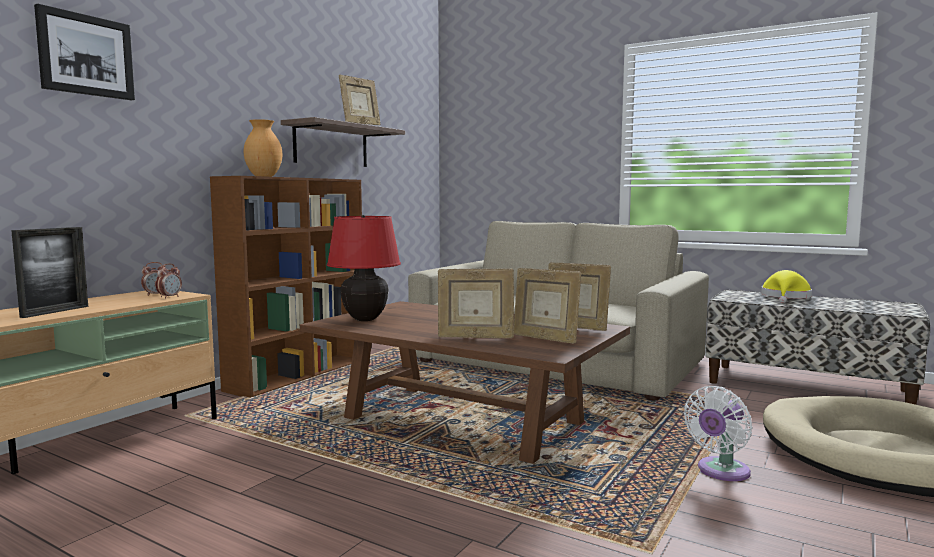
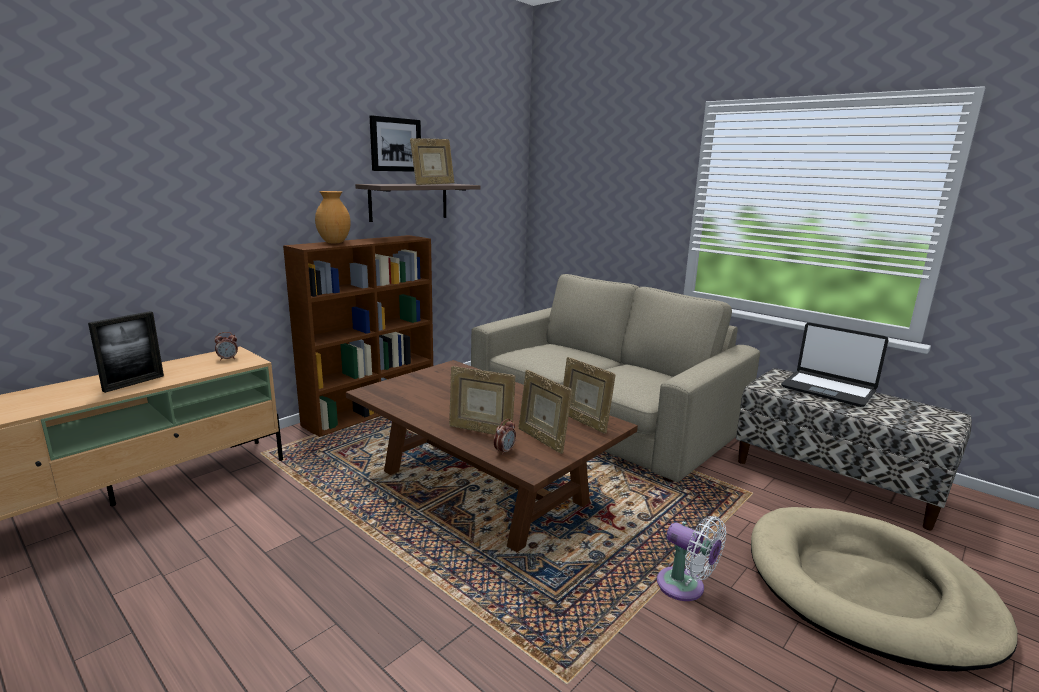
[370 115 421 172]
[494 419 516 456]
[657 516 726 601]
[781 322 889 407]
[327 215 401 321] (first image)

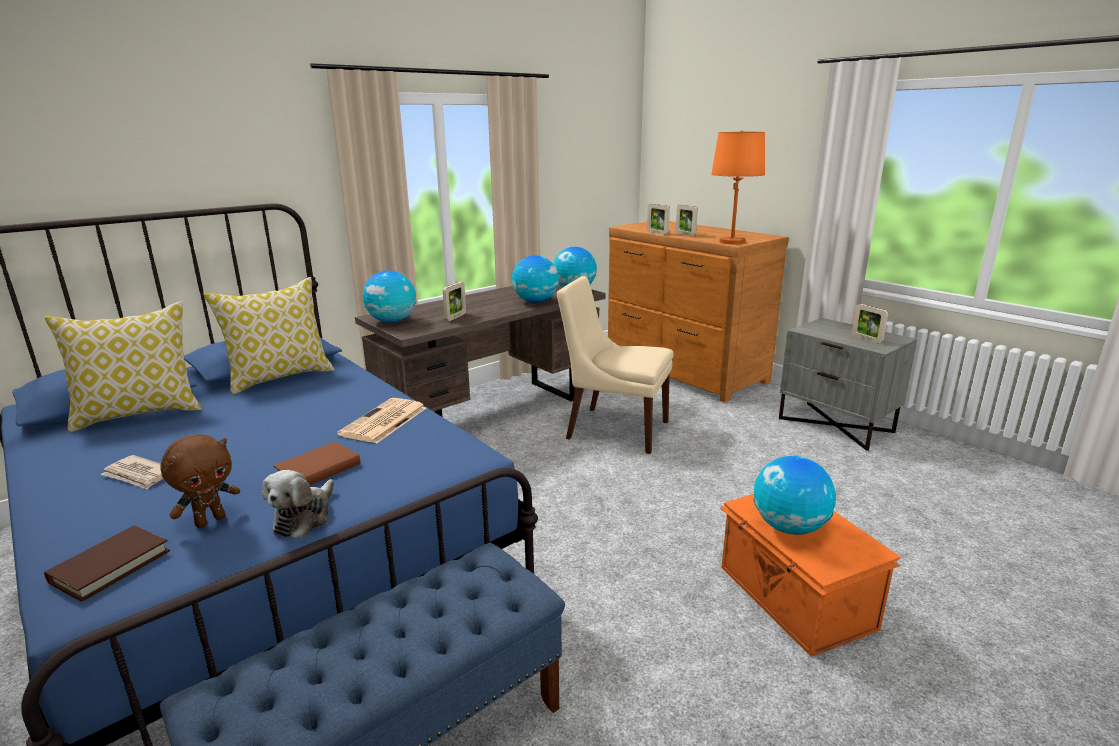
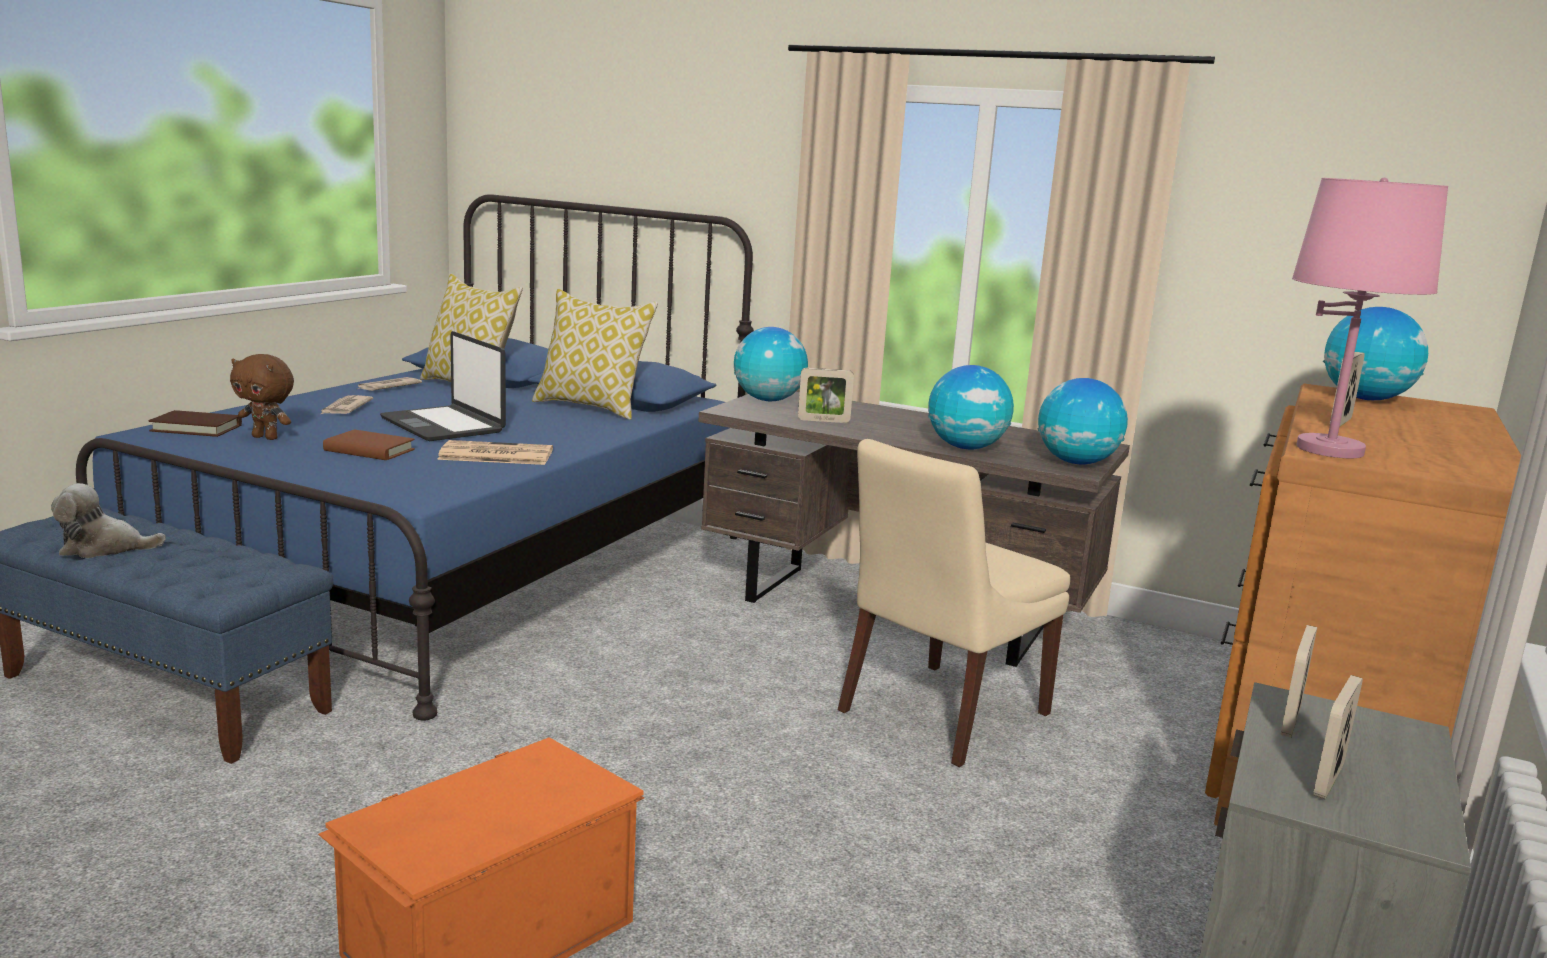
[51 483 166 558]
[357 377 422 391]
[380 331 506 441]
[838 439 1070 767]
[1281 625 1317 738]
[1292 178 1448 458]
[1323 307 1428 400]

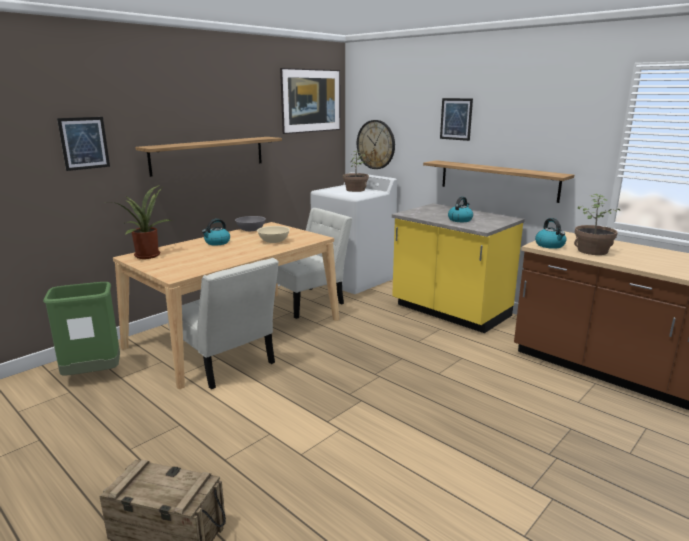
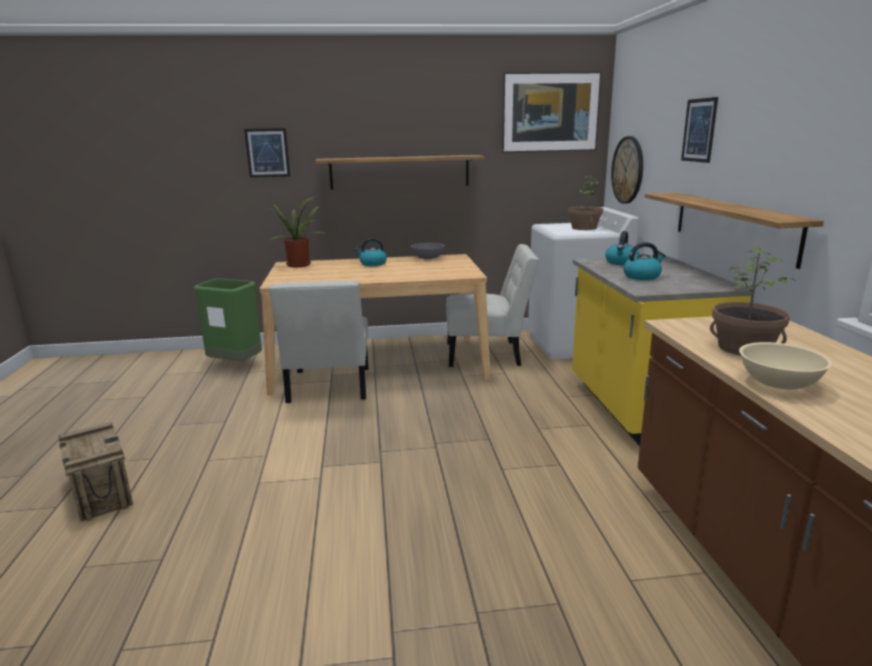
[605 231 640 265]
[739 342 832 390]

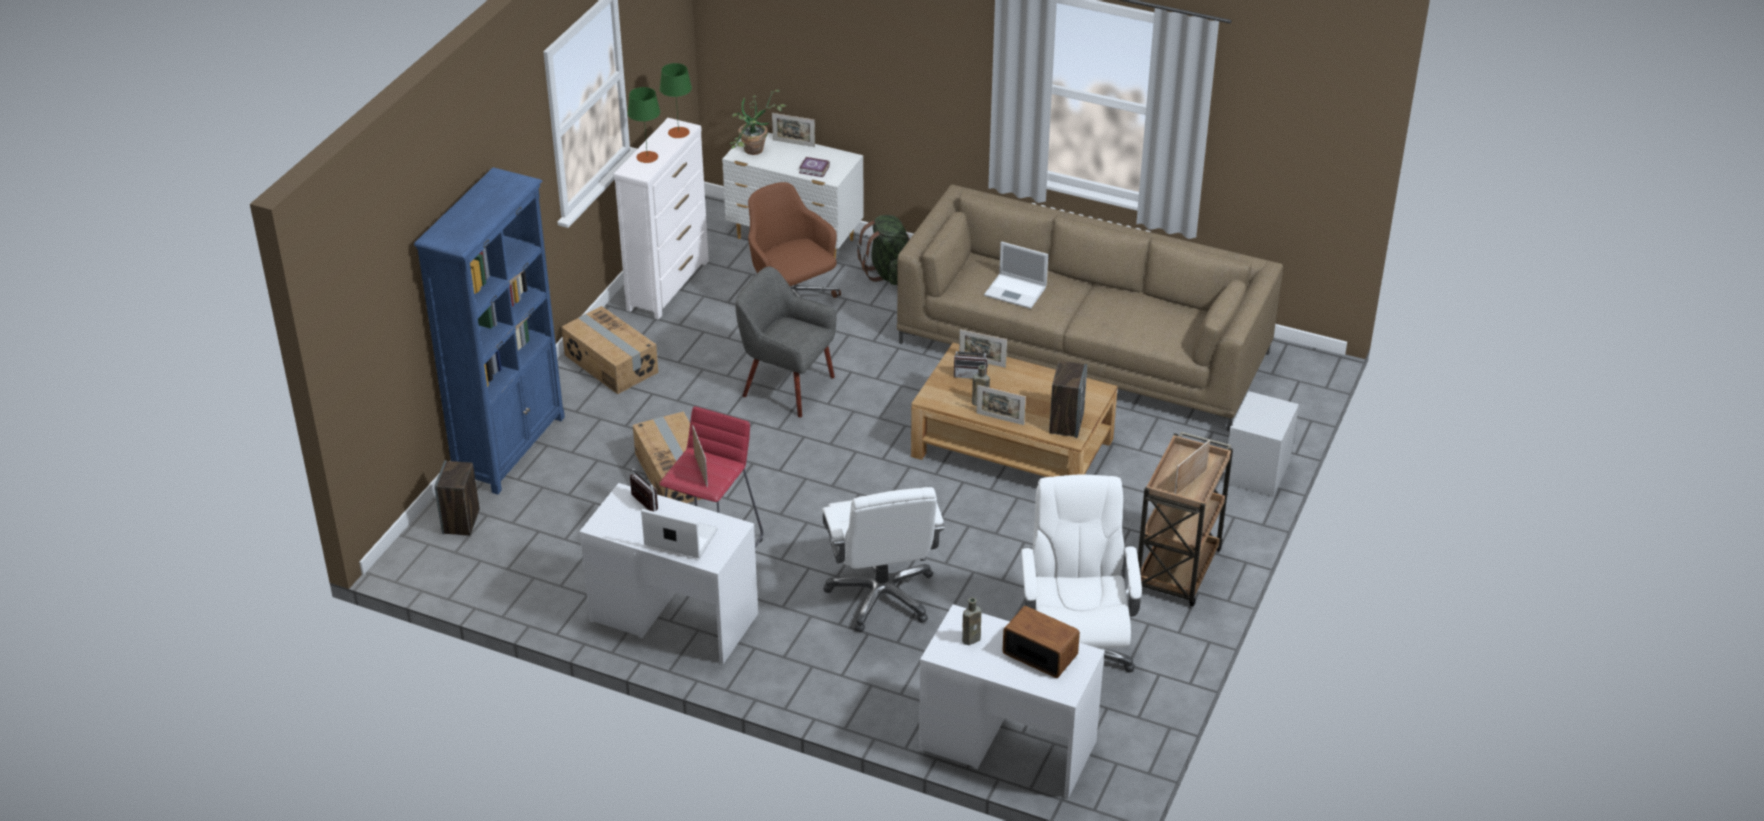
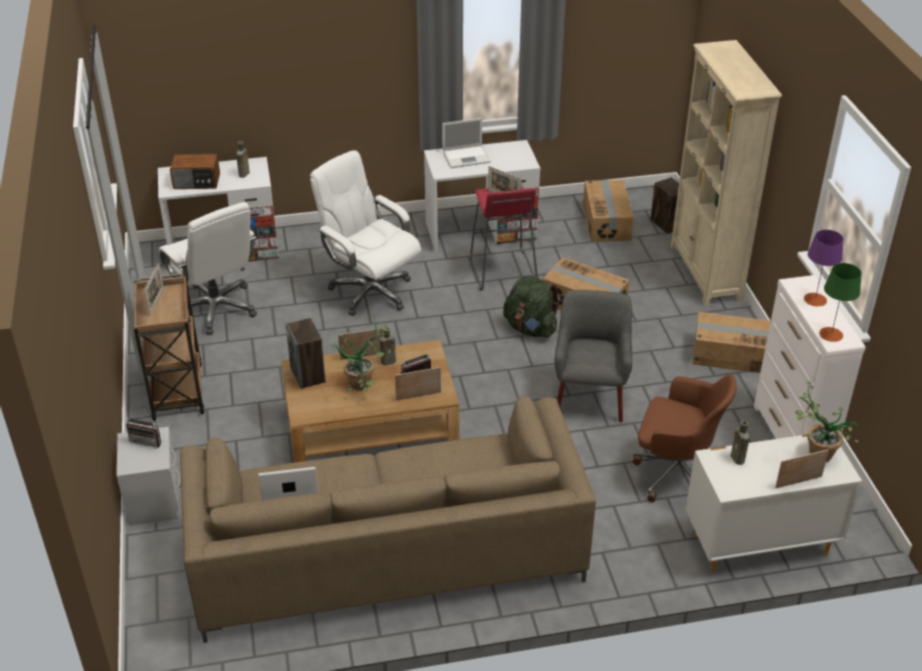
[126 406 161 448]
[258 467 318 501]
[332 314 389 392]
[503 275 559 338]
[554 290 633 422]
[583 180 634 242]
[671 40 782 306]
[731 421 750 465]
[804 230 844 307]

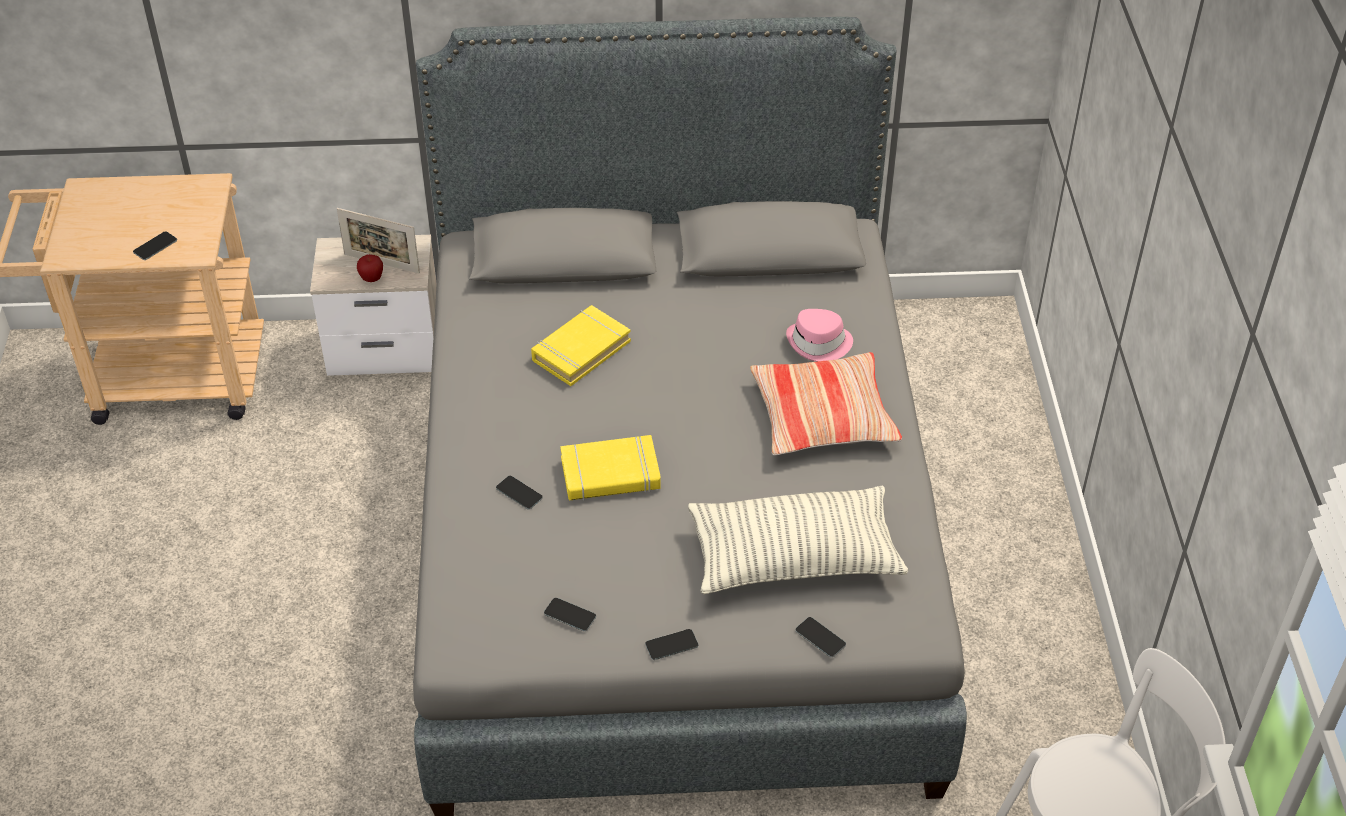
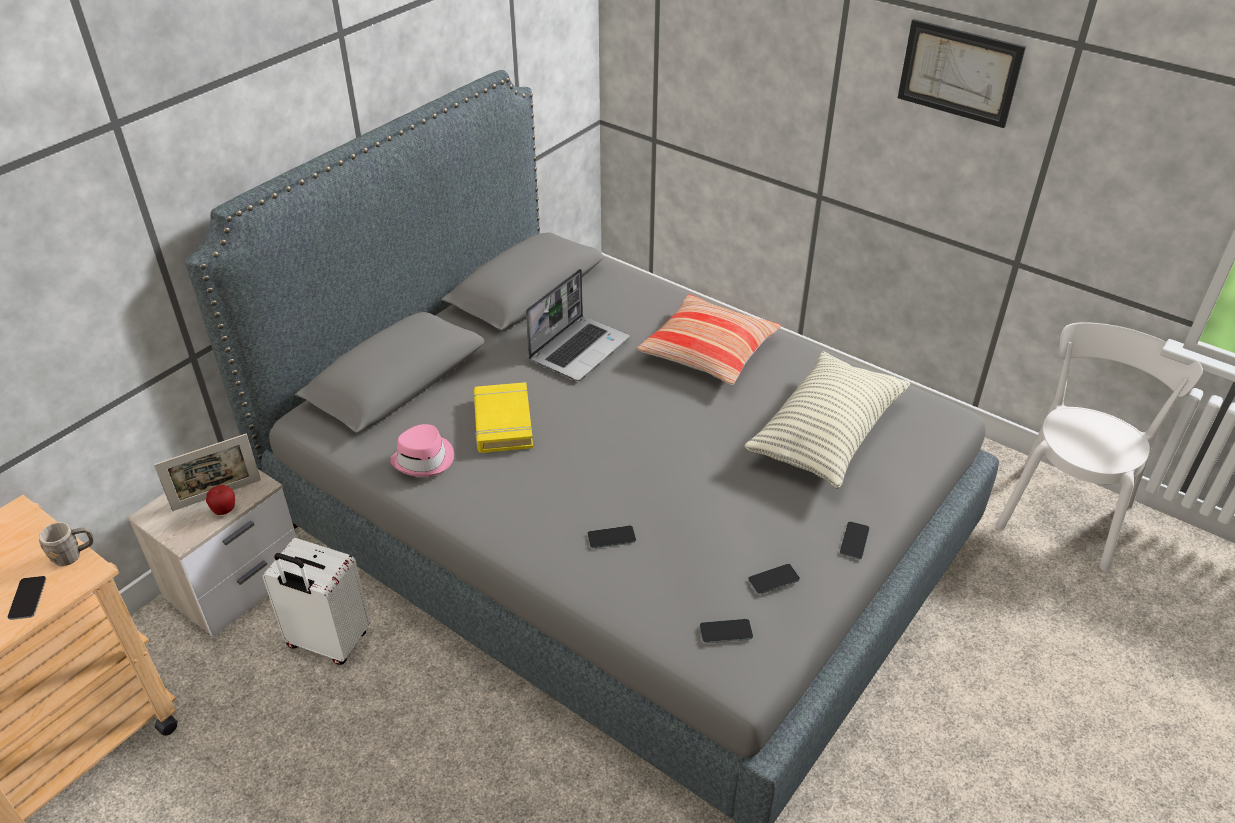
[39 522 94 566]
[262 538 371 665]
[390 424 454 477]
[526 269 630 381]
[700 619 753 643]
[898 19 1026 128]
[560 435 661 501] (first image)

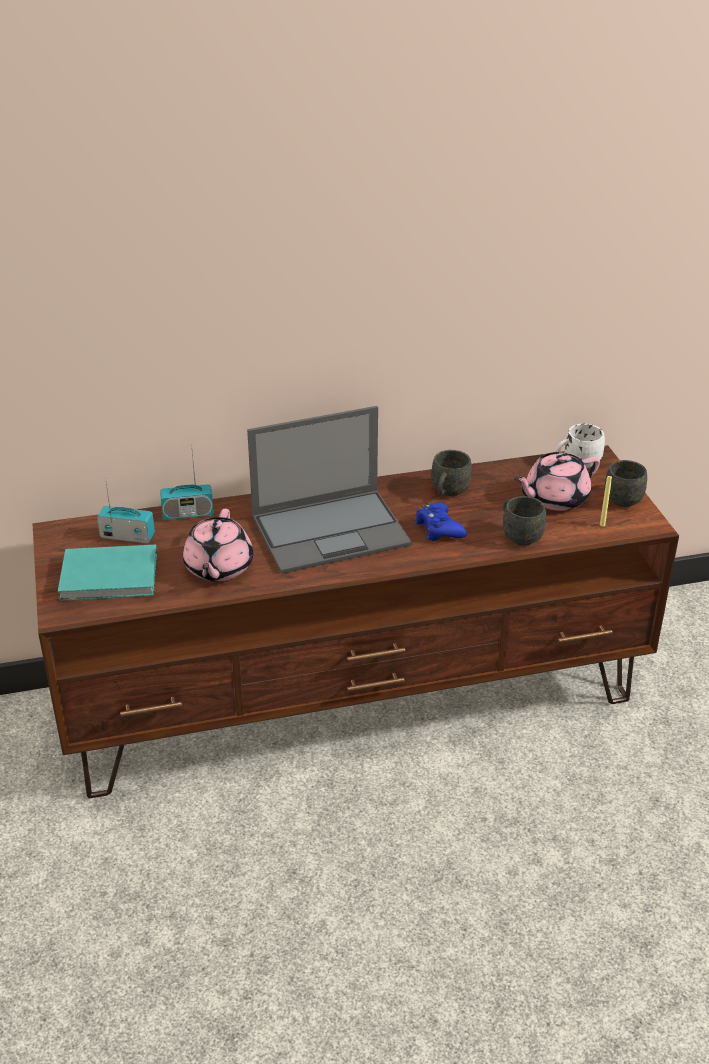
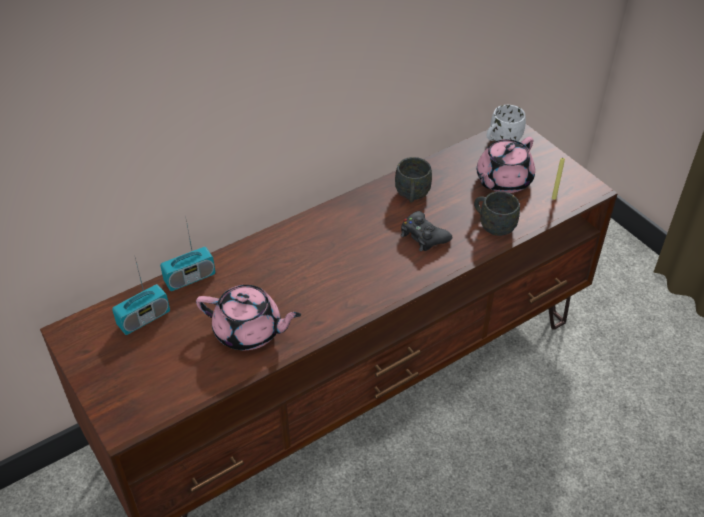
[112 255 170 335]
[196 285 301 350]
[401 211 452 251]
[58 545 157 601] (first image)
[247 406 412 574] (first image)
[605 460 647 507] (first image)

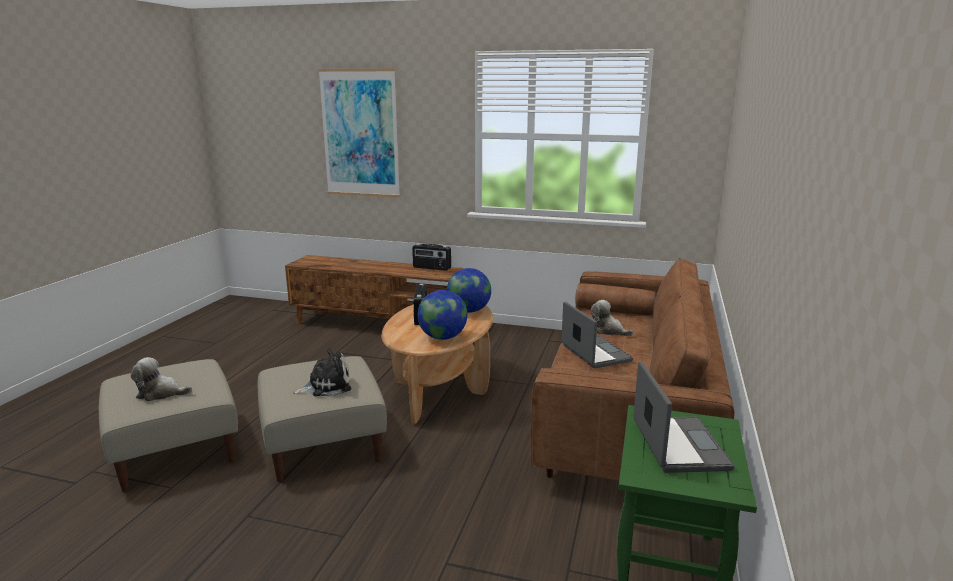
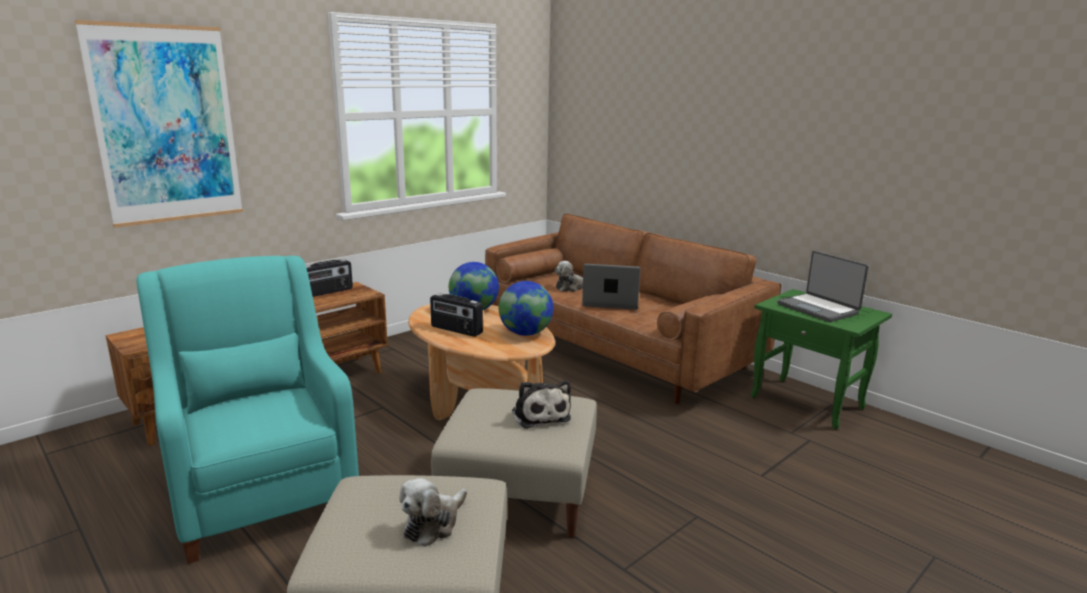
[137 256 359 564]
[512 380 571 429]
[777 251 869 322]

